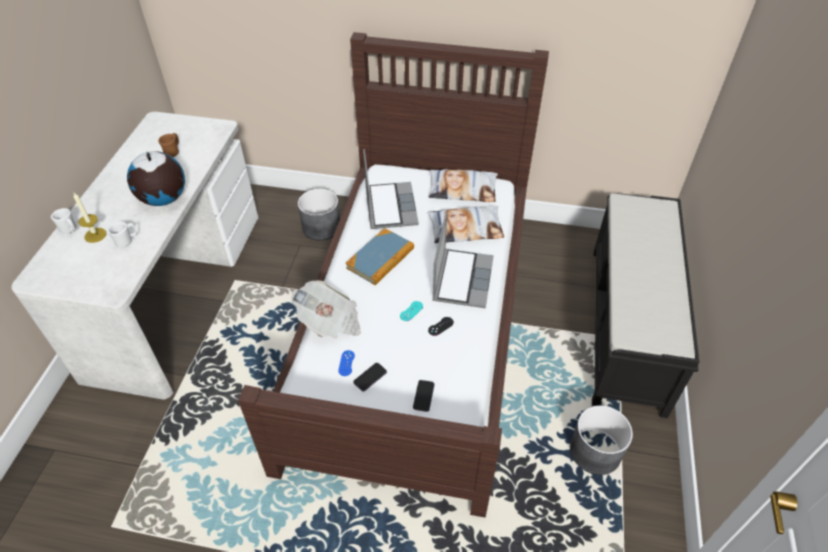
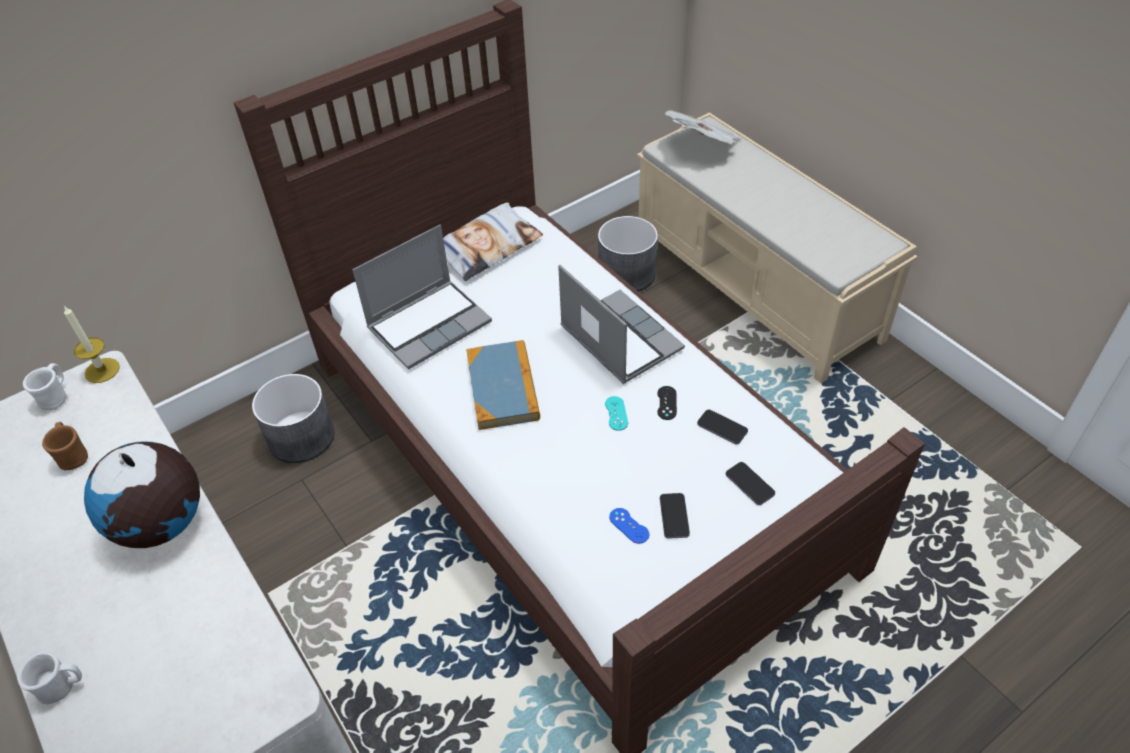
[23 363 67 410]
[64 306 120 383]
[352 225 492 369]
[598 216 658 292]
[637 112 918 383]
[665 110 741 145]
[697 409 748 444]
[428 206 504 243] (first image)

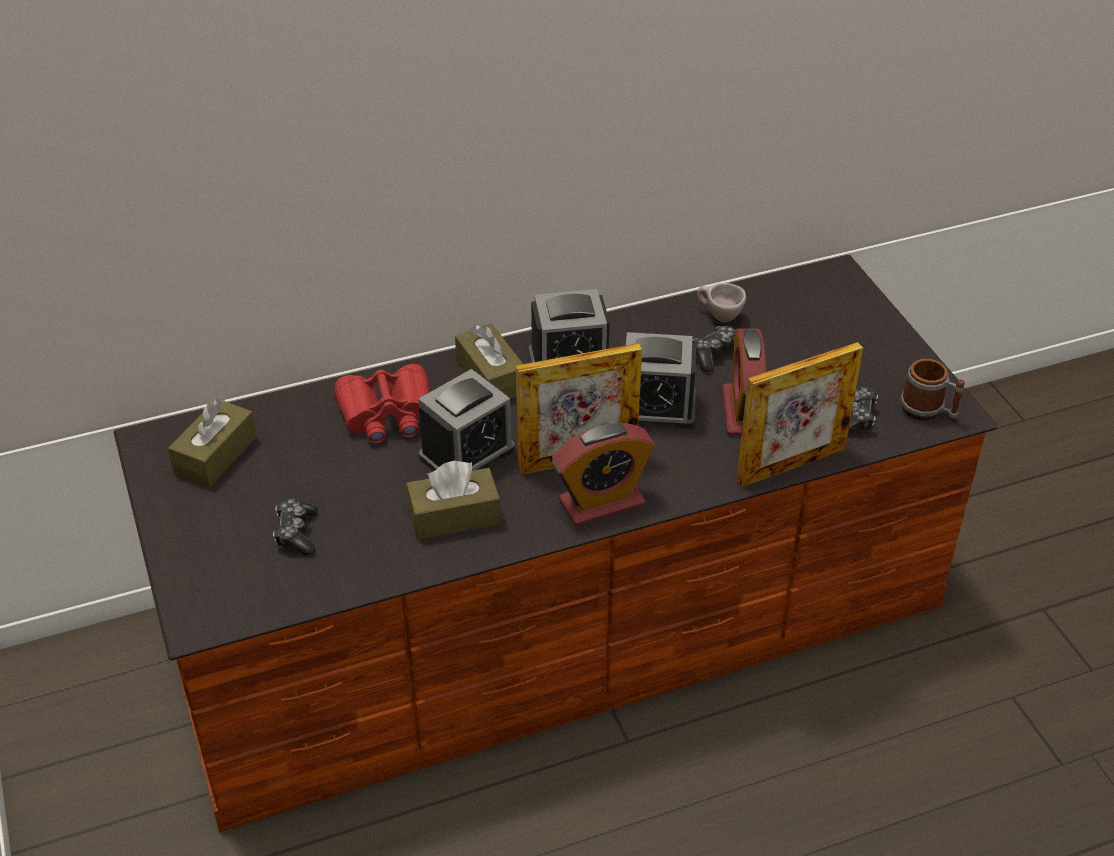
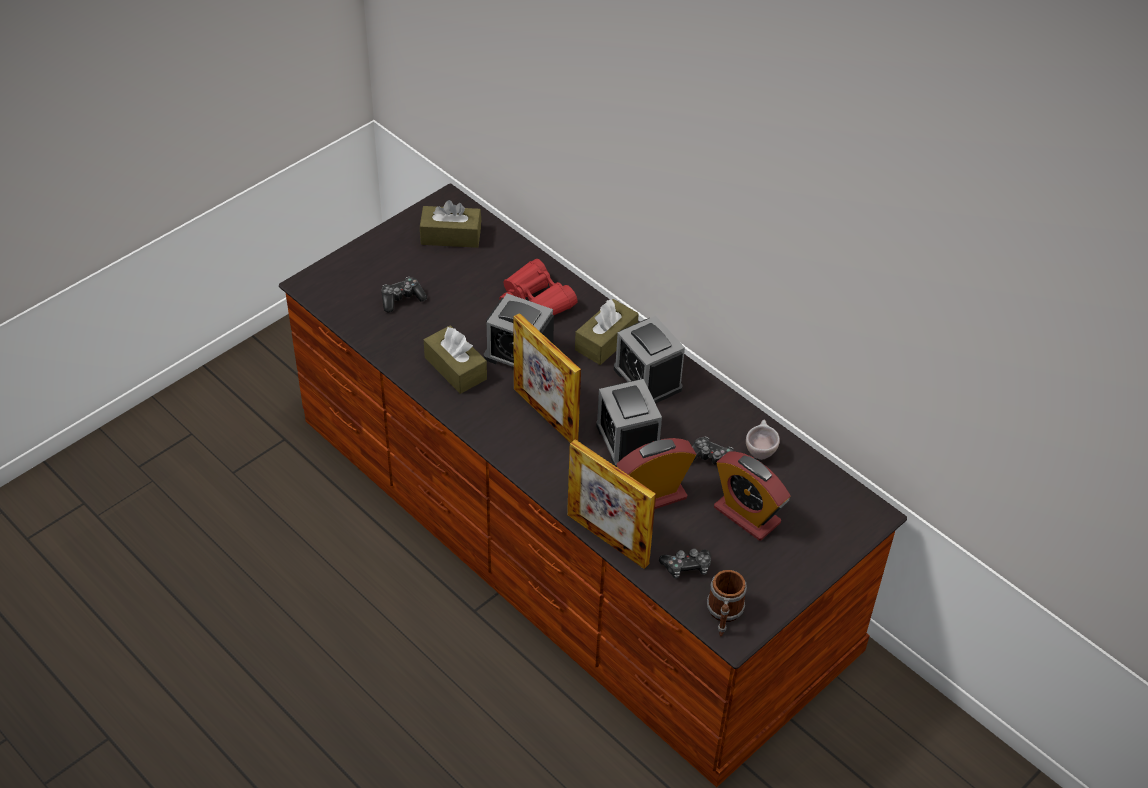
[714 452 790 541]

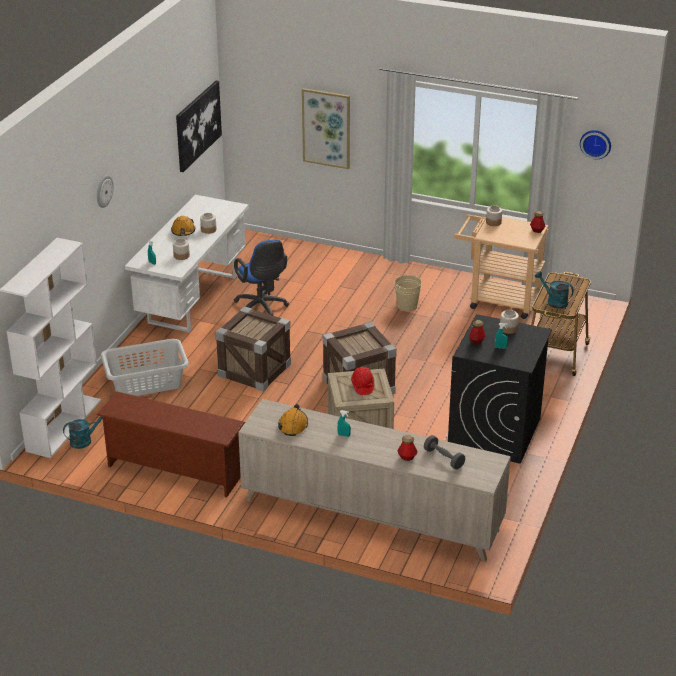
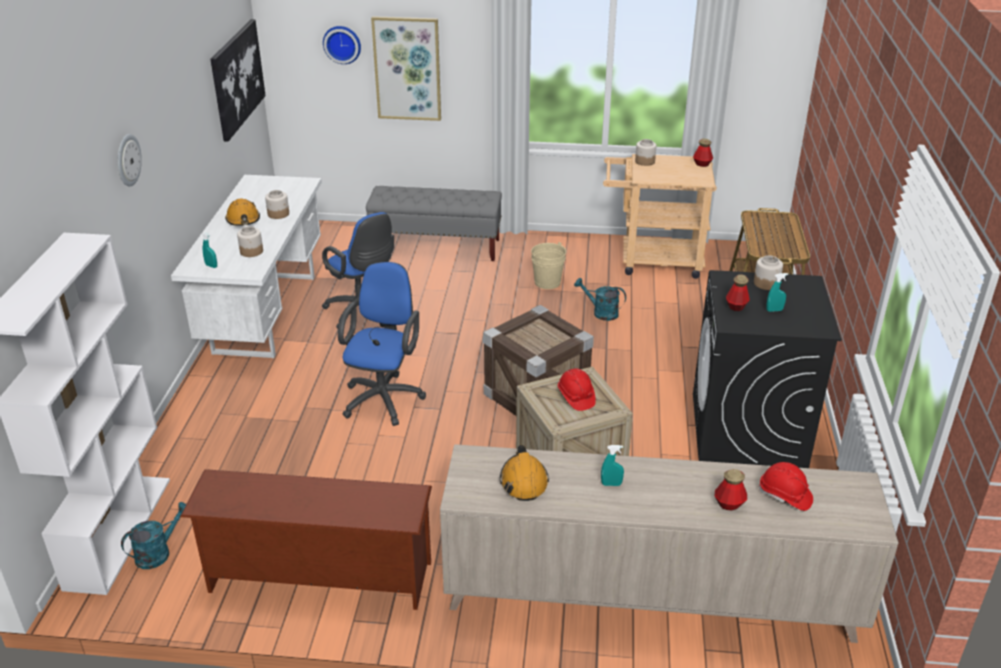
[323 26 361 64]
[338 262 426 426]
[366 186 502 261]
[574 278 626 321]
[758 462 813 511]
[101 339 189 396] (first image)

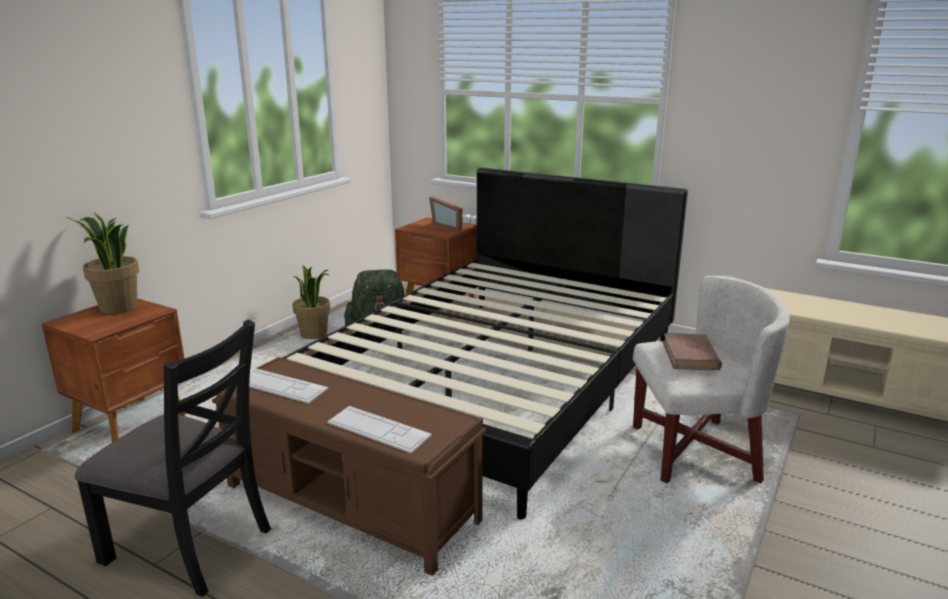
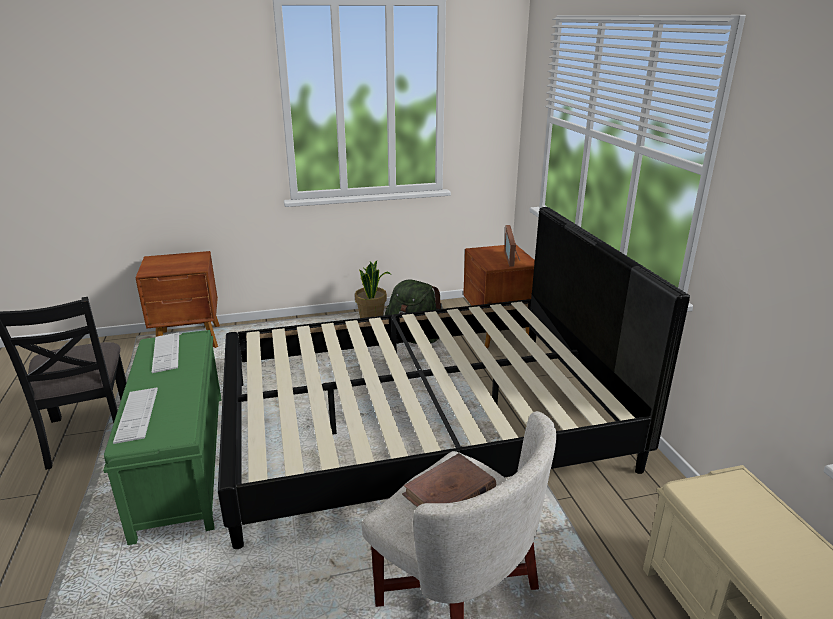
[103 330 222 545]
[67 213 139 314] (first image)

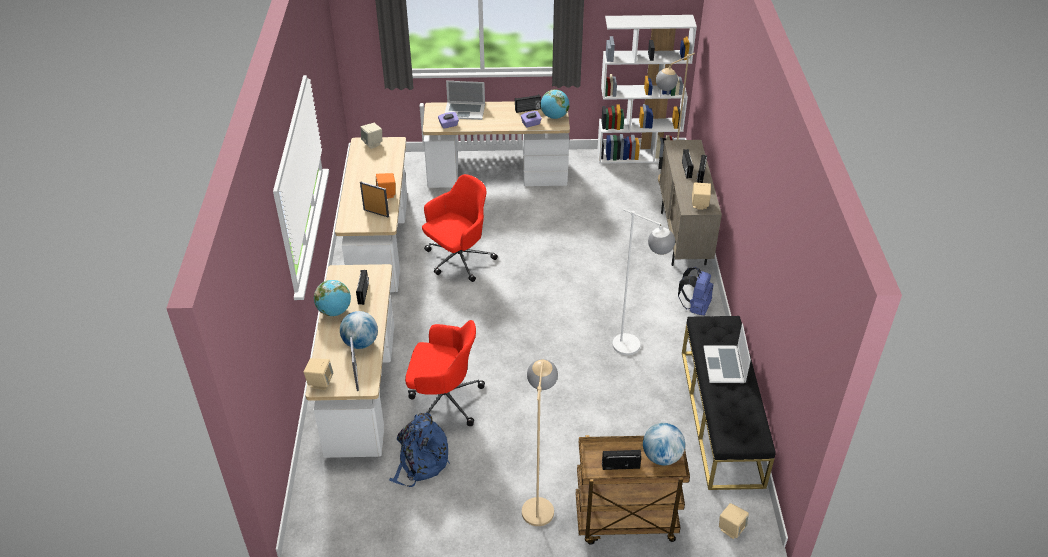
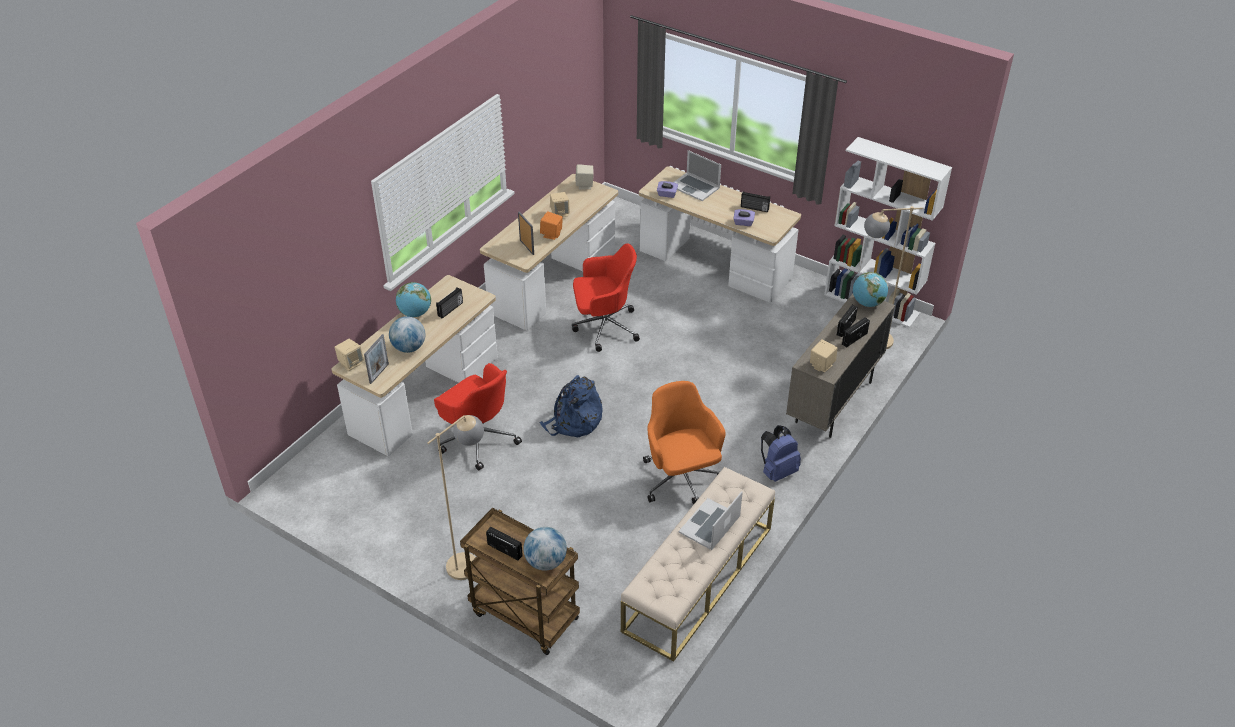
[539 375 603 438]
[550 192 570 217]
[621 467 775 662]
[643 381 726 505]
[853 272 888 307]

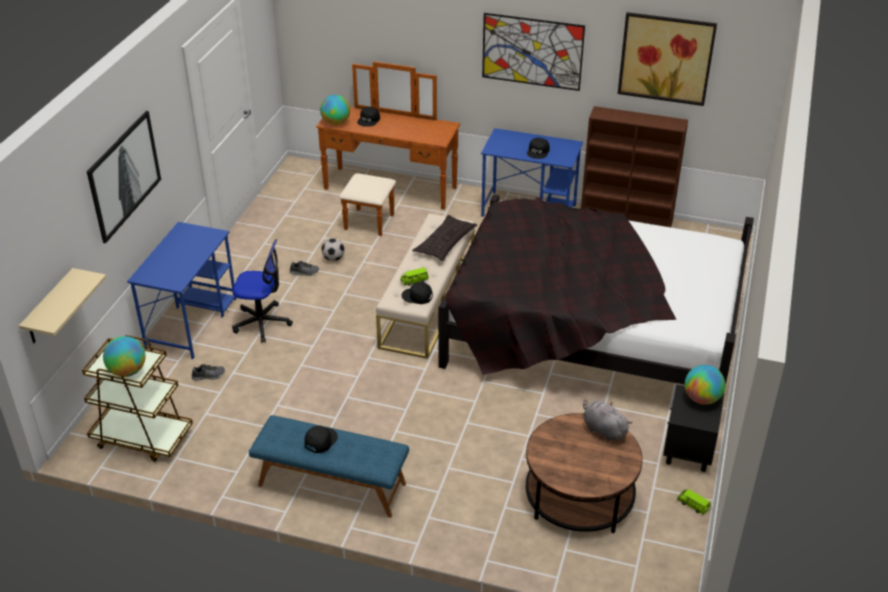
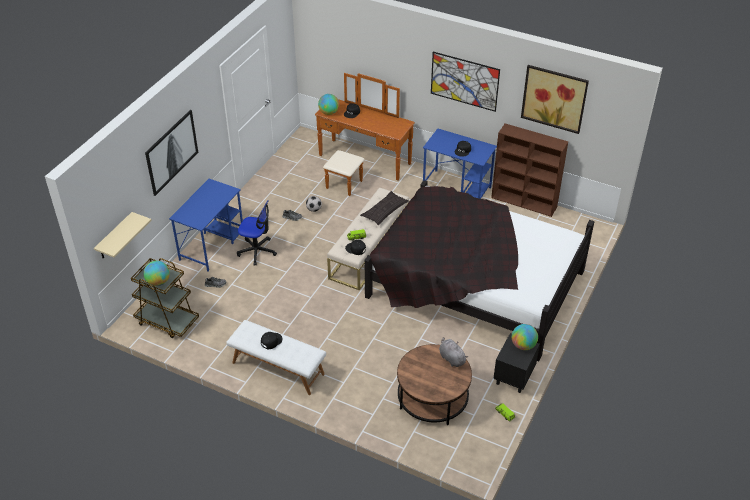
[226 320 326 395]

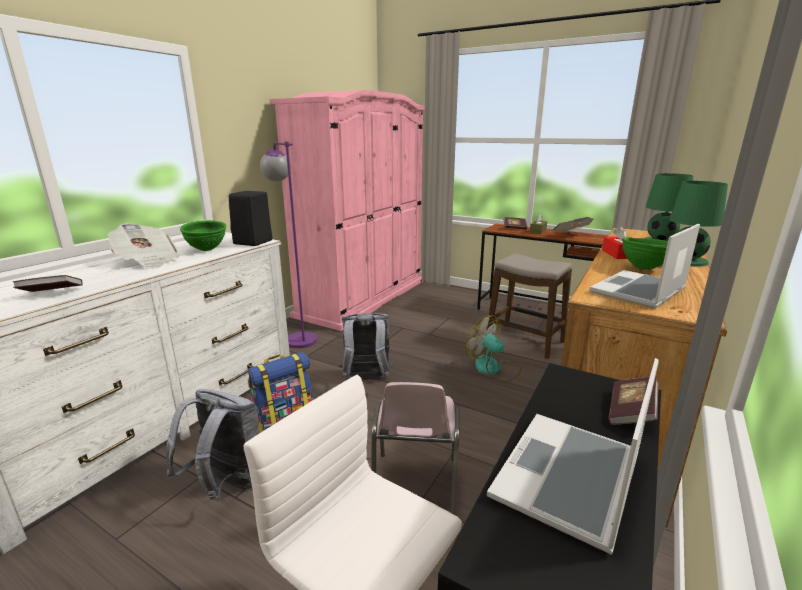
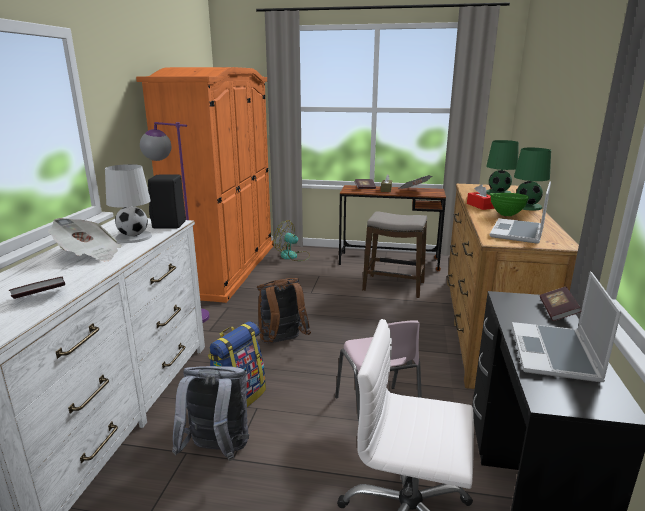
[105 164 152 243]
[136 67 274 303]
[257 278 311 343]
[273 220 310 261]

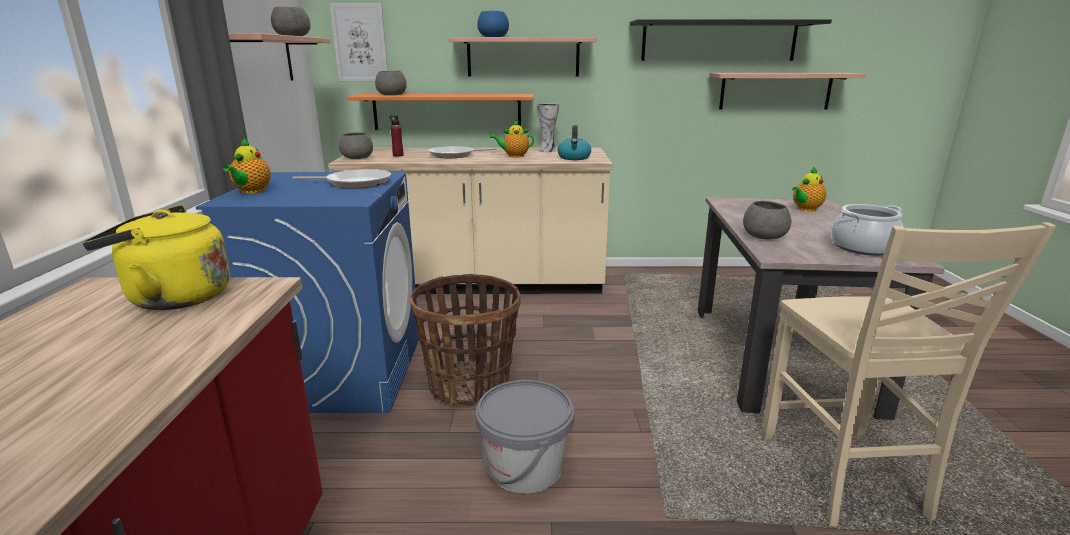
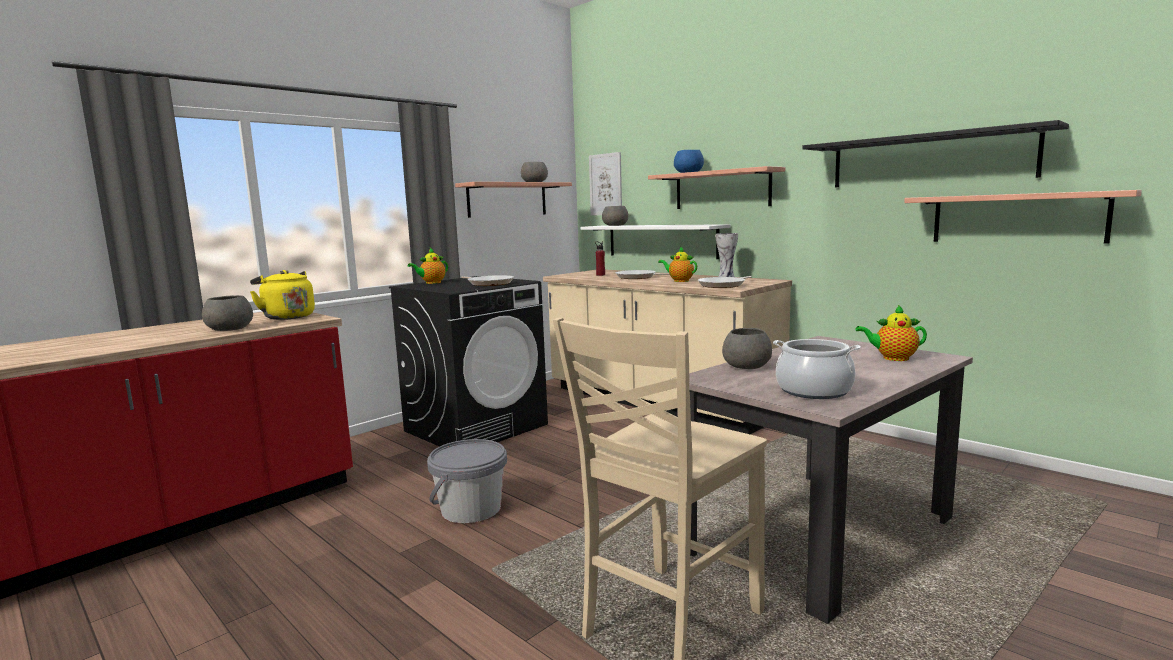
[202 295 253 331]
[389 276 548 447]
[581 224 731 259]
[698 276 752 288]
[410 274 521 407] (first image)

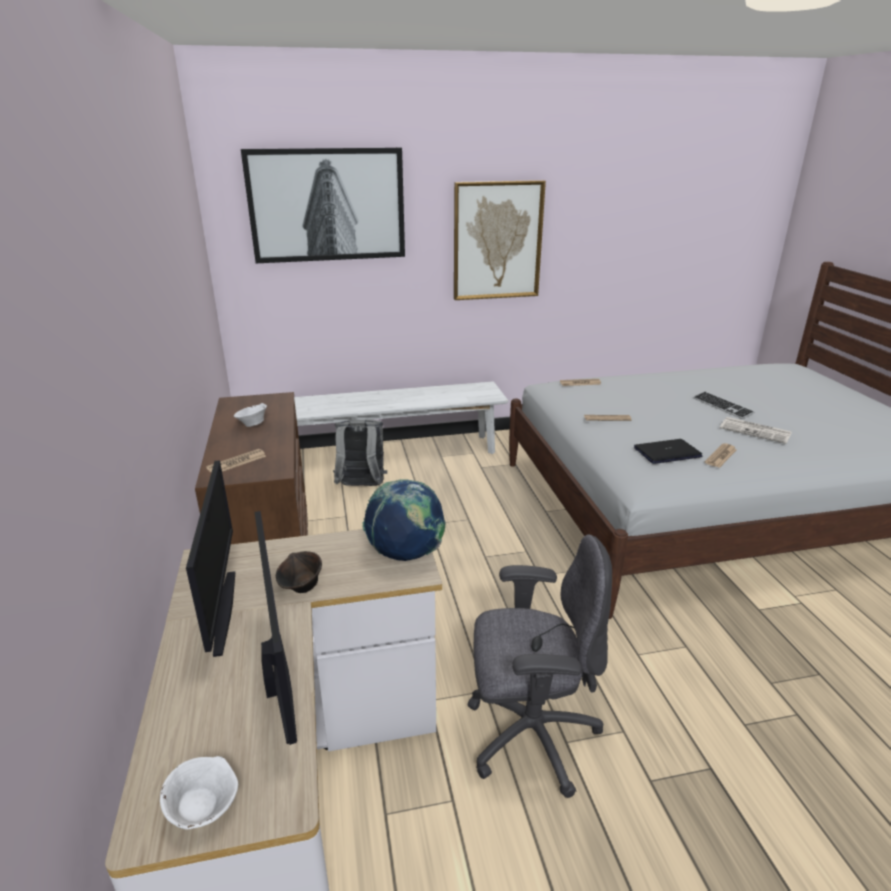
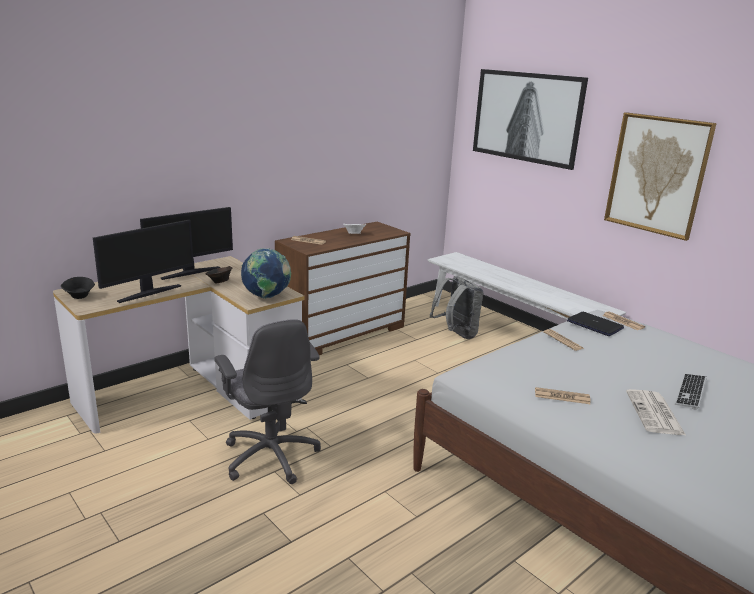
[61 277 95 299]
[567 312 624 336]

